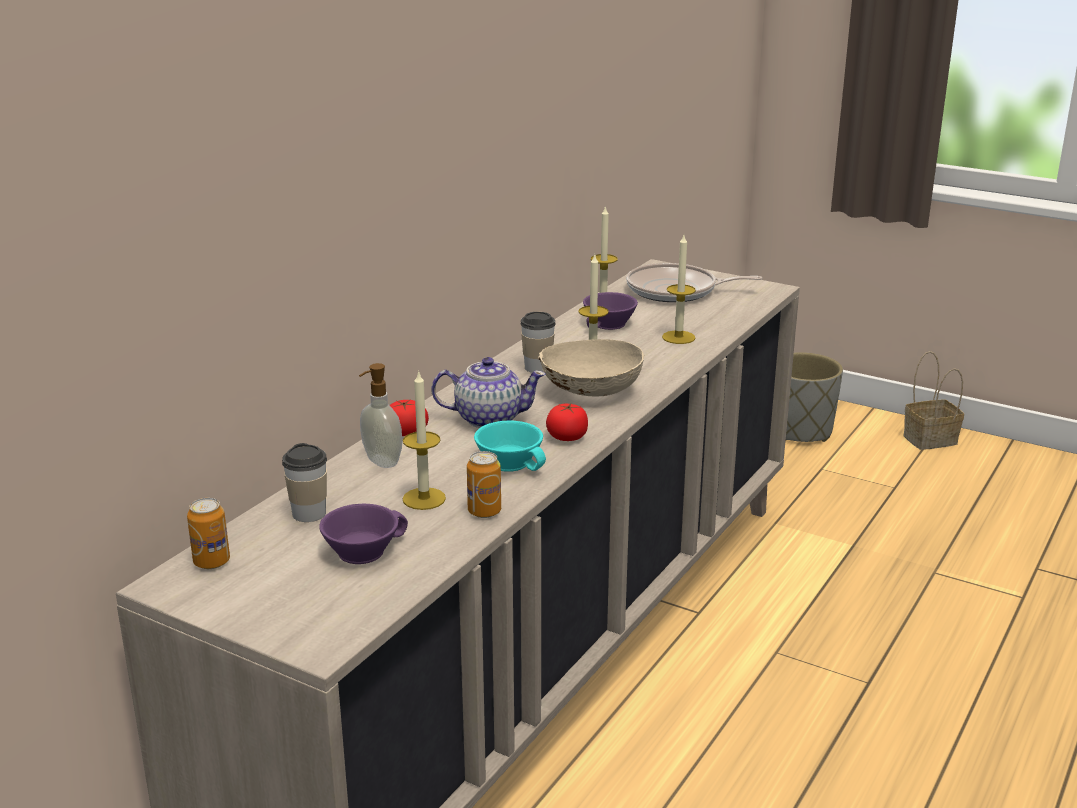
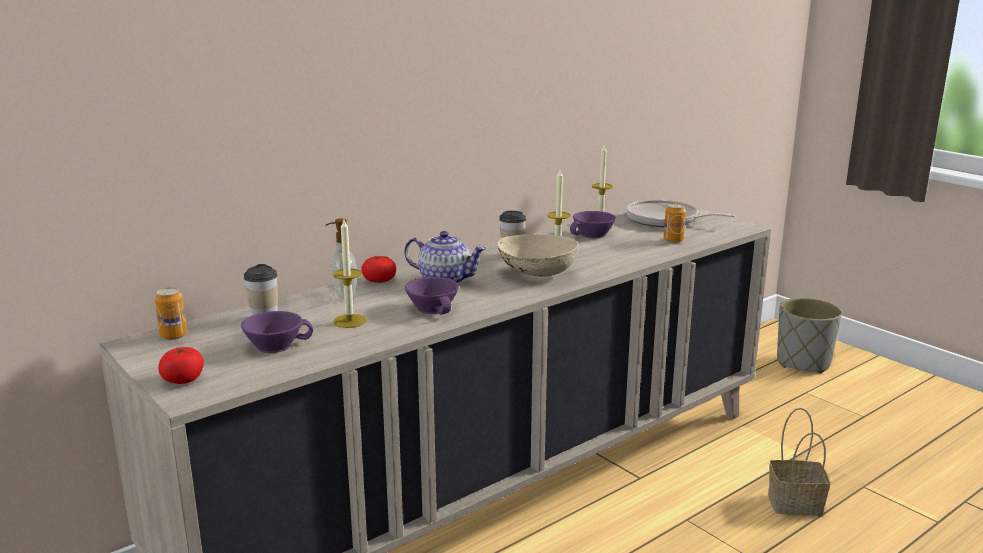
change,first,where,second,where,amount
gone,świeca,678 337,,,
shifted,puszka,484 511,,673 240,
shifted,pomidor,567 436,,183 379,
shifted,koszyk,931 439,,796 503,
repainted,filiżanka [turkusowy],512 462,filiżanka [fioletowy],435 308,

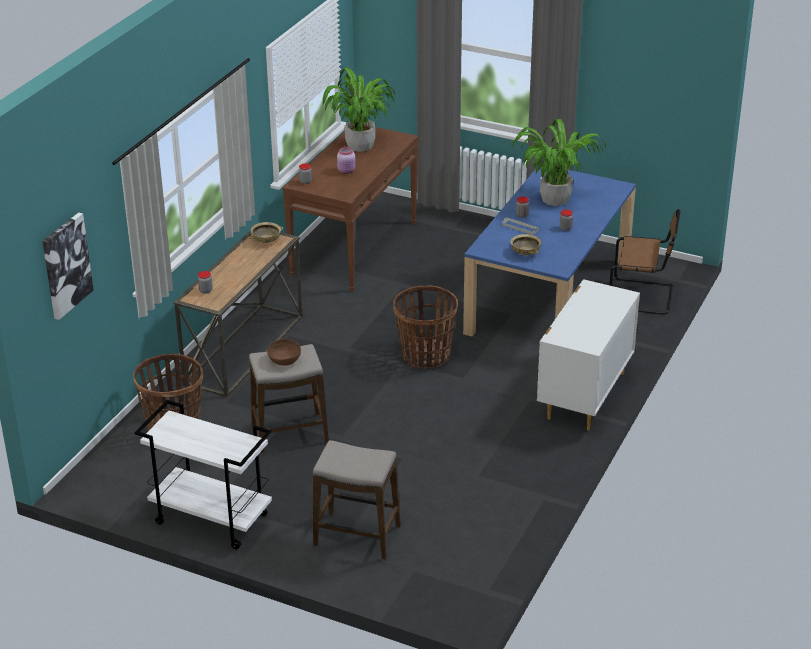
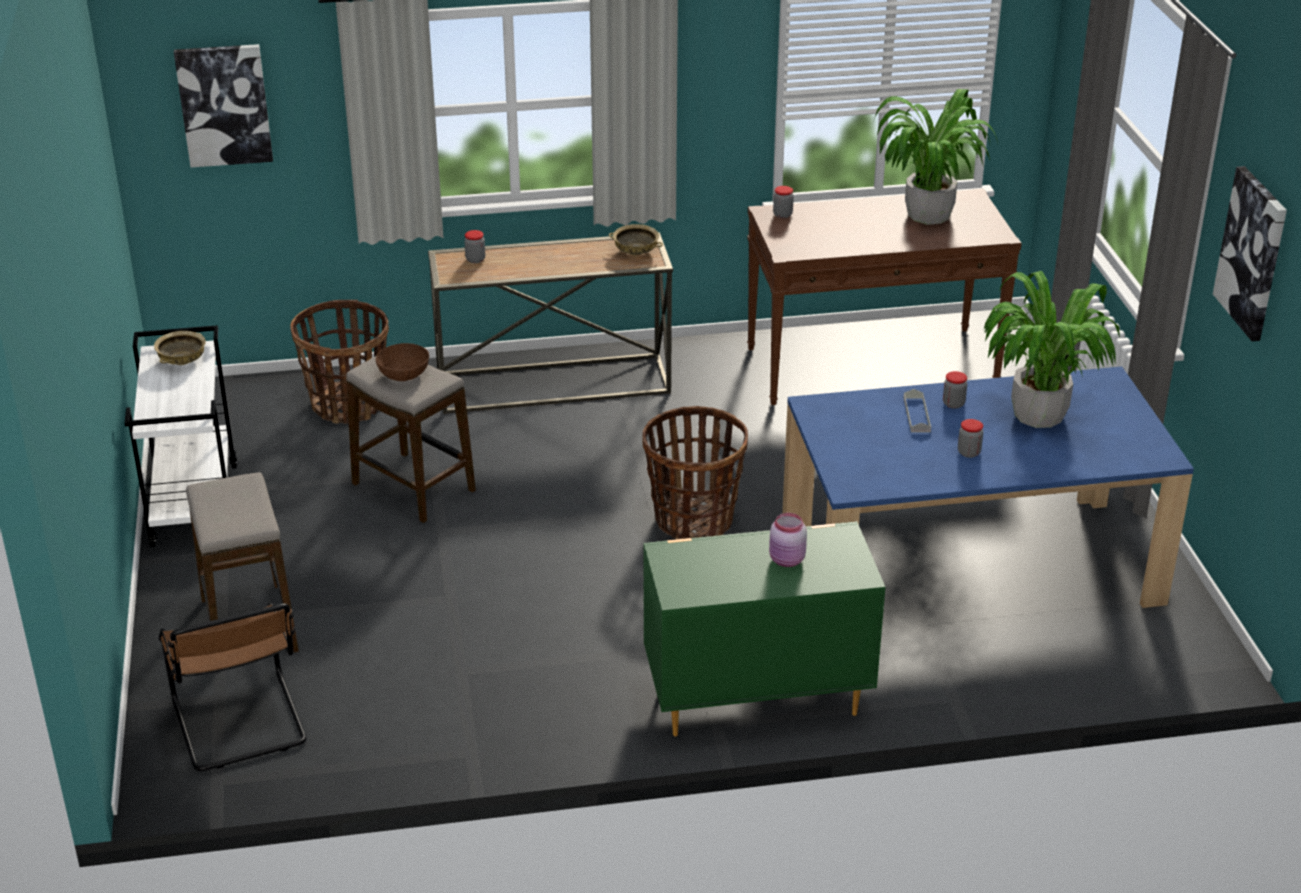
change,first,where,second,where,amount
new,,,obraz,1252 253,
shifted,słoik [różowy],347 171,,787 560,
shifted,miska [beżowy],525 252,,182 360,
shifted,krzesło [brązowy],643 297,,240 726,
repainted,komoda [biały],584 396,komoda [zielony],755 698,

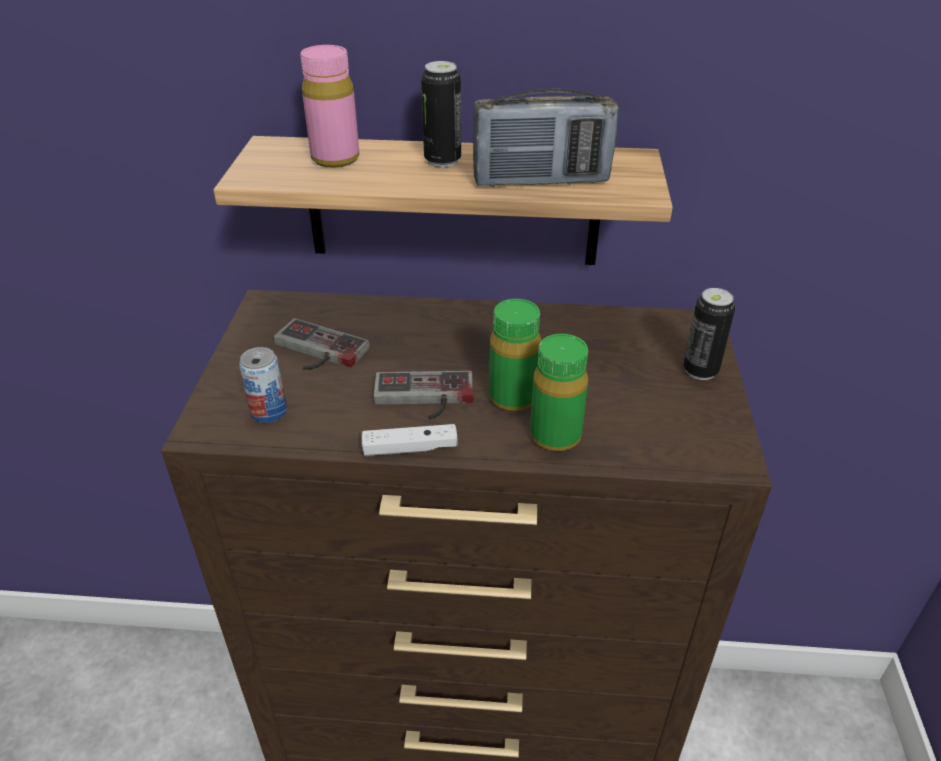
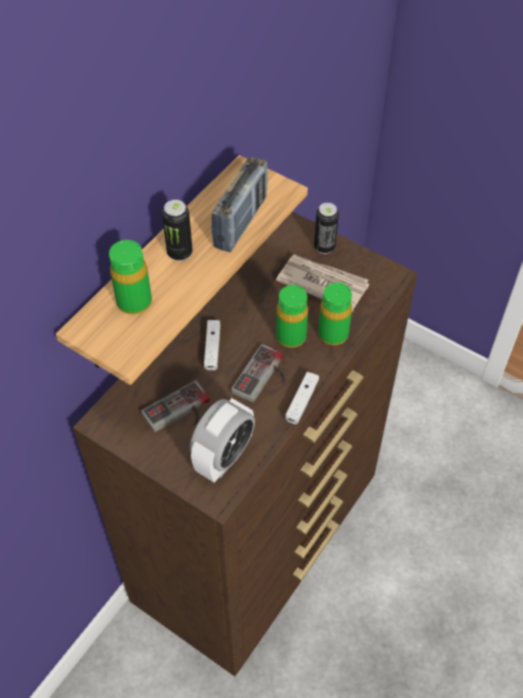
change,first,where,second,where,amount
new,,,pad do gier [biały],212 348,
new,,,gazeta,322 283,
swapped,puszka,268 411,budzik,224 457,
repainted,butelka [różowy],335 158,butelka [zielony],134 302,

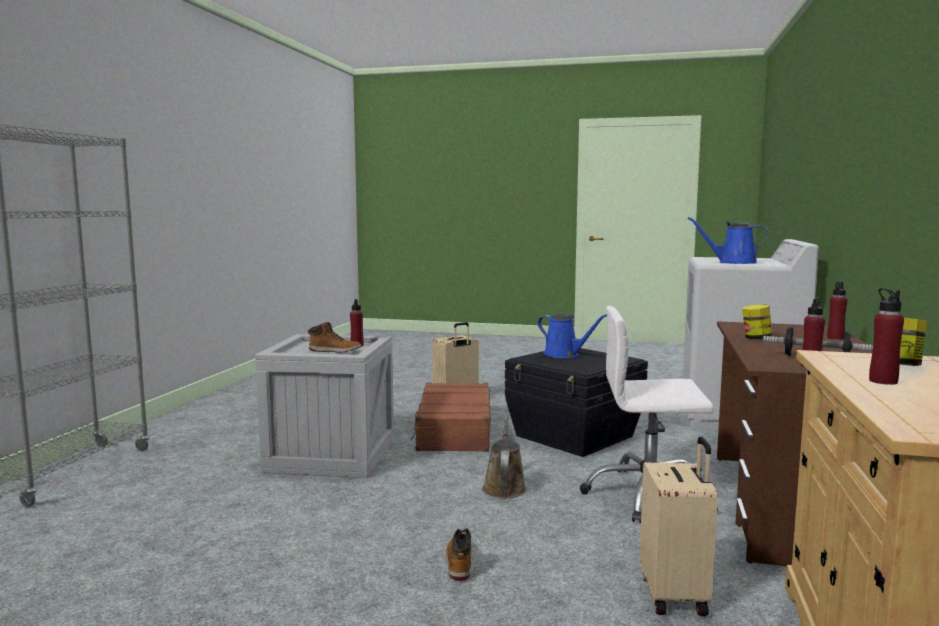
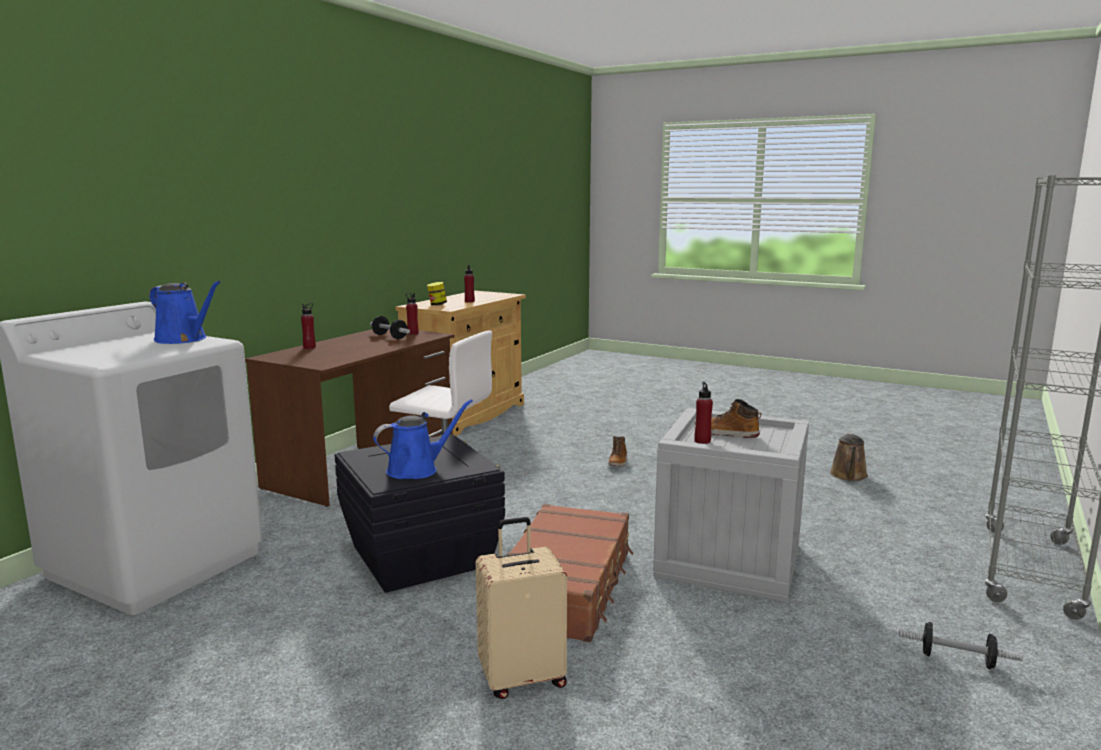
change,first,where,second,where,amount
gone,walizka [beżowy],675 595,,,
gone,słoik,756 338,,,
new,,,hantel,957 659,
shifted,konewka [brązowy],504 487,,848 476,
rotated,konewka [niebieski],564 354,,417 469,90 degrees clockwise

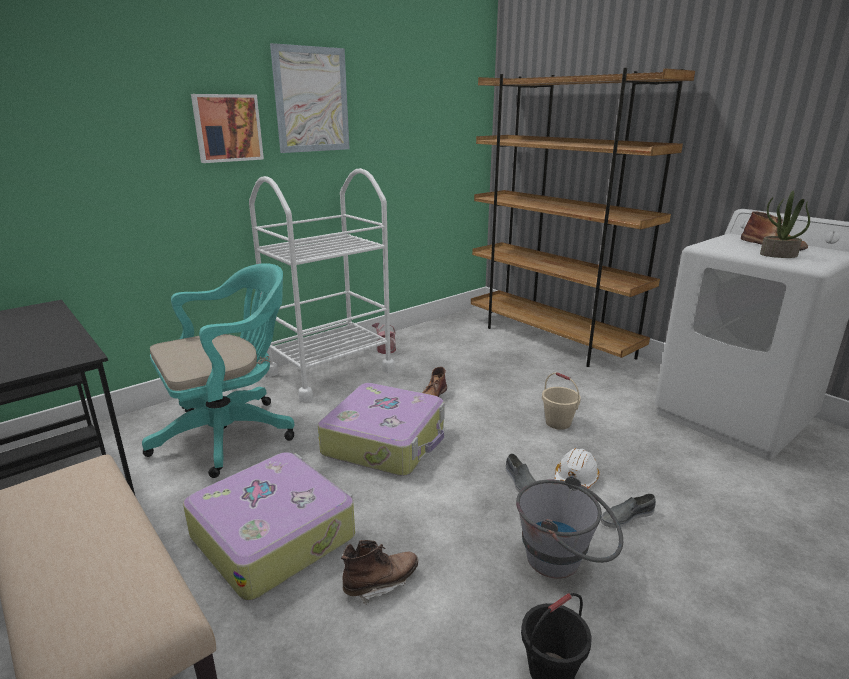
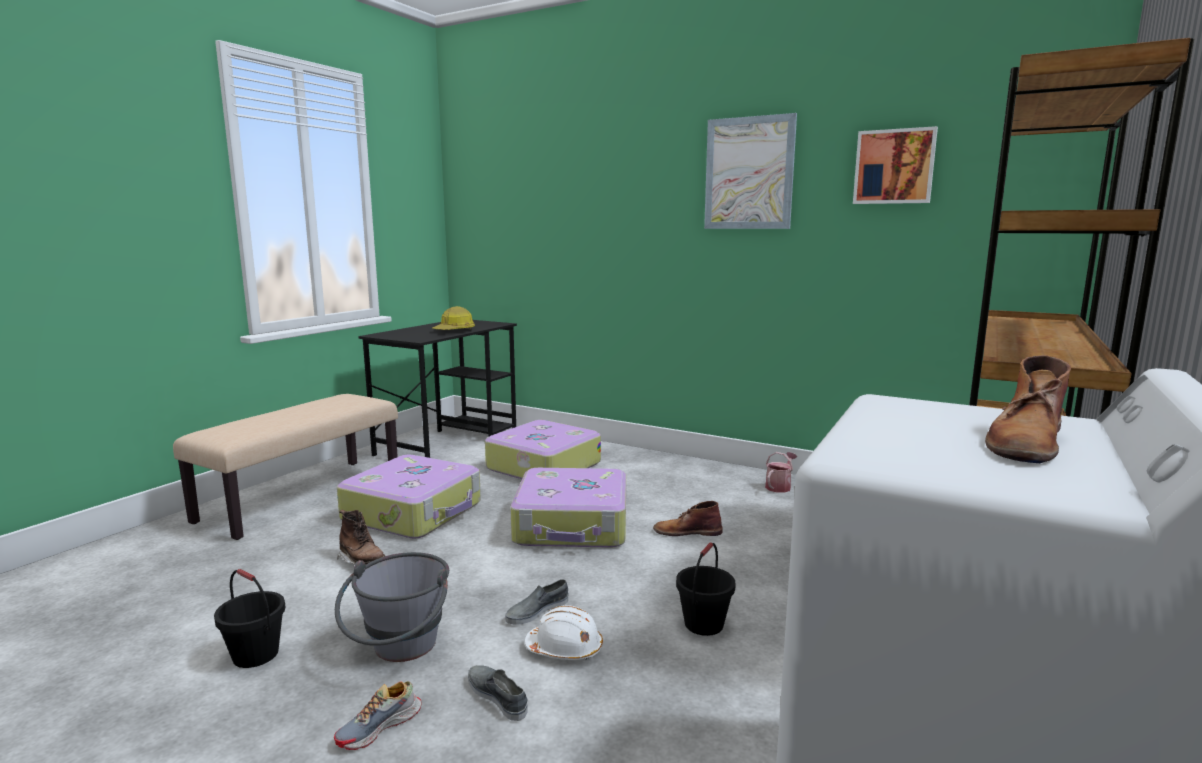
change,first,where,second,where,amount
gone,wózek [biały],330 372,,,
gone,roślina doniczkowa,778 255,,,
new,,,but,380 727,
new,,,kask,455 331,
shifted,obraz,227 128,,894 167,
swapped,krzesło biurowe [turkusowy],231 433,walizka,542 466,
repainted,wiadro [beżowy],558 423,wiadro [czarny],704 624,

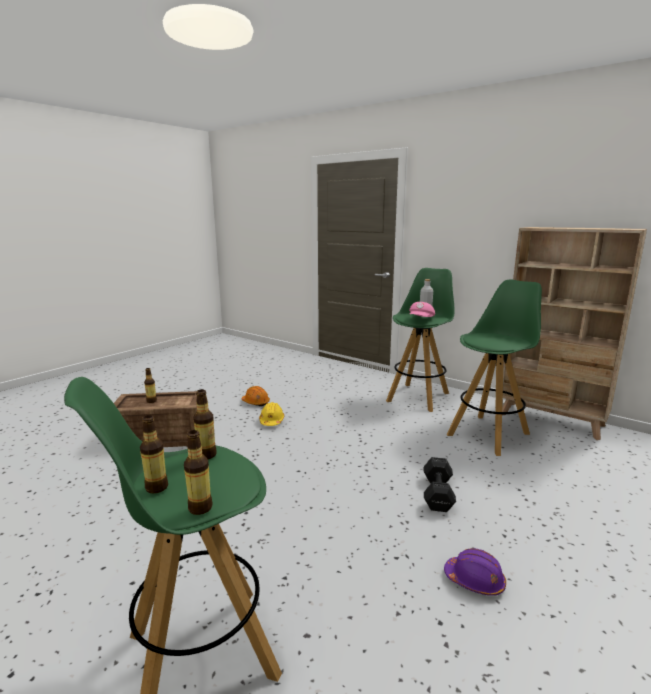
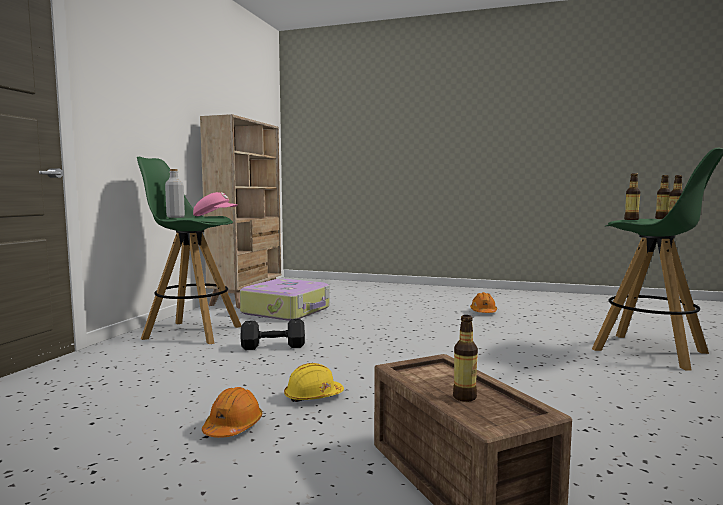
change,first,where,second,where,amount
shifted,hantel [czarny],438 493,,272 346,
swapped,stołek [zielony],489 434,walizka,287 310,
repainted,kask [fioletowy],475 580,kask [pomarańczowy],483 312,

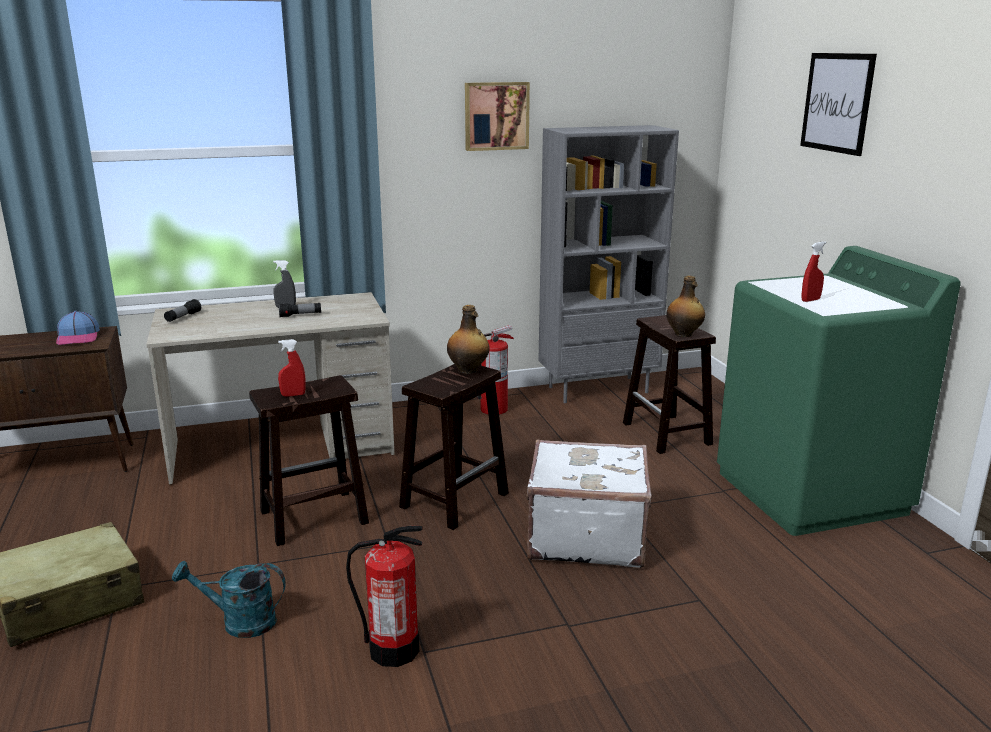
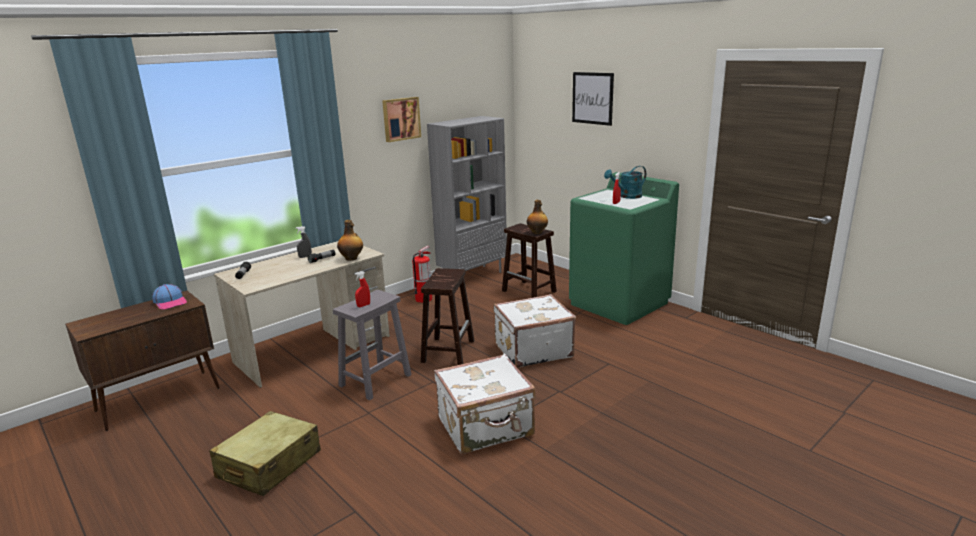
change,first,where,second,where,amount
shifted,konewka [turkusowy],239 622,,627 196,
shifted,butelka,468 370,,351 258,
swapped,gaśnica,393 649,walizka [biały],486 427,
repainted,stołek [brązowy],312 518,stołek [szary],374 381,

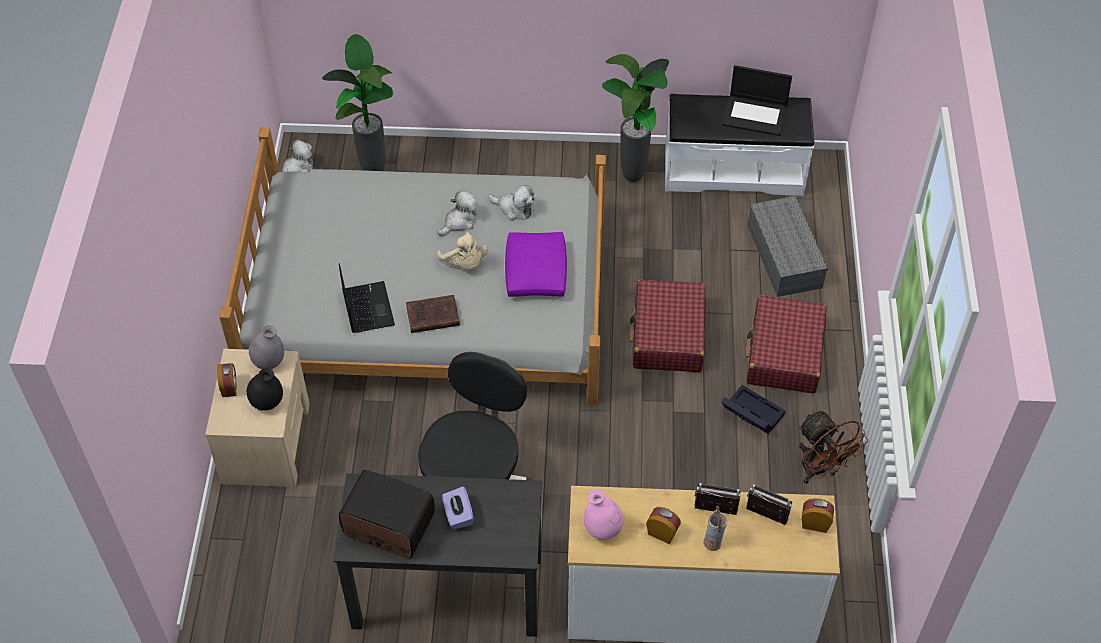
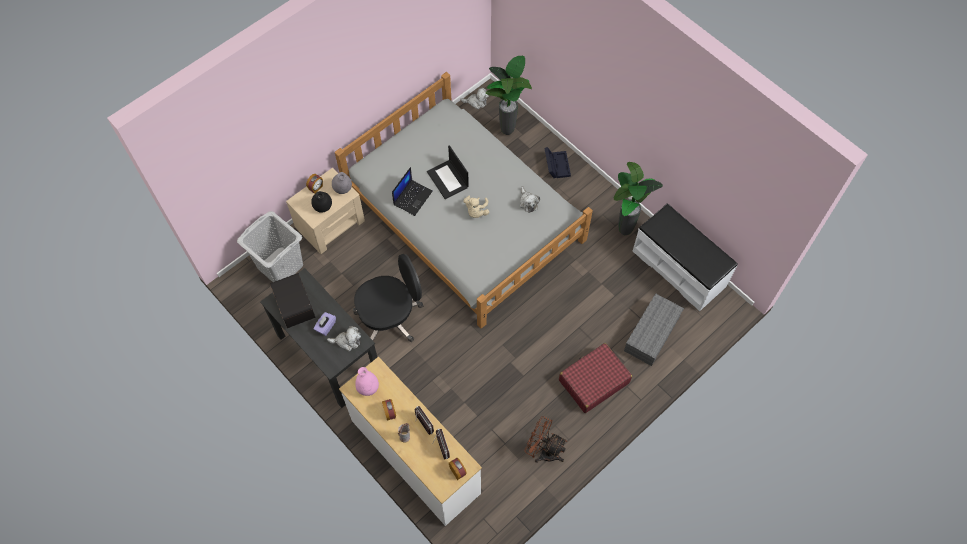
change,first,where,second,where,amount
gone,książka [brązowy],431 317,,,
gone,poduszka [fioletowy],535 271,,,
gone,walizka [czerwony],668 335,,,
new,,,kosz na pranie [szary],280 266,
shifted,pluszak,459 221,,347 341,
shifted,pojemnik do przechowywania [czarny],750 413,,556 165,
shifted,laptop,755 115,,448 179,
rotated,wentylator [brązowy],820 470,,544 451,105 degrees clockwise

